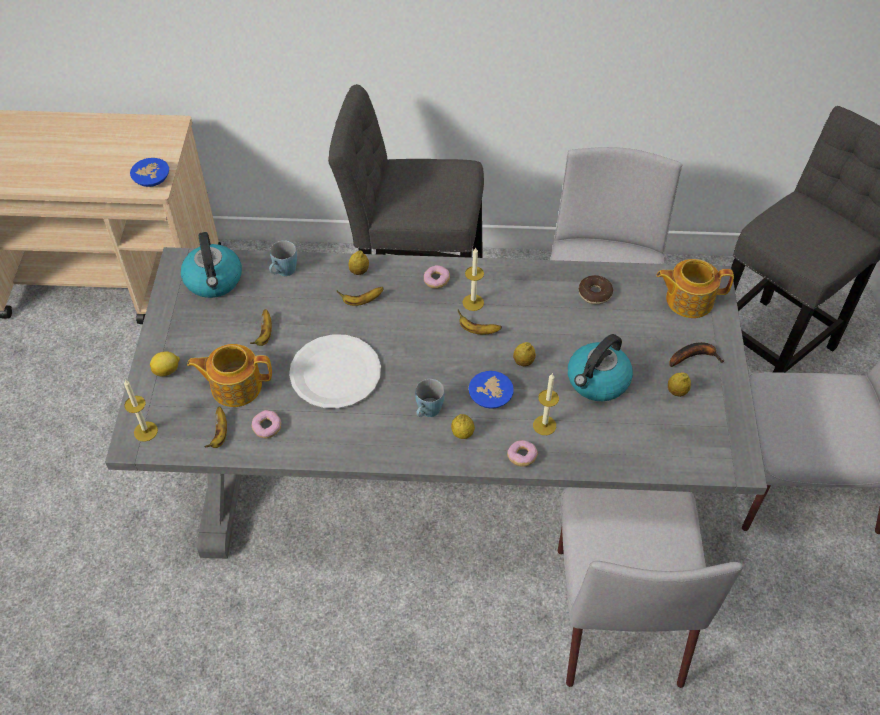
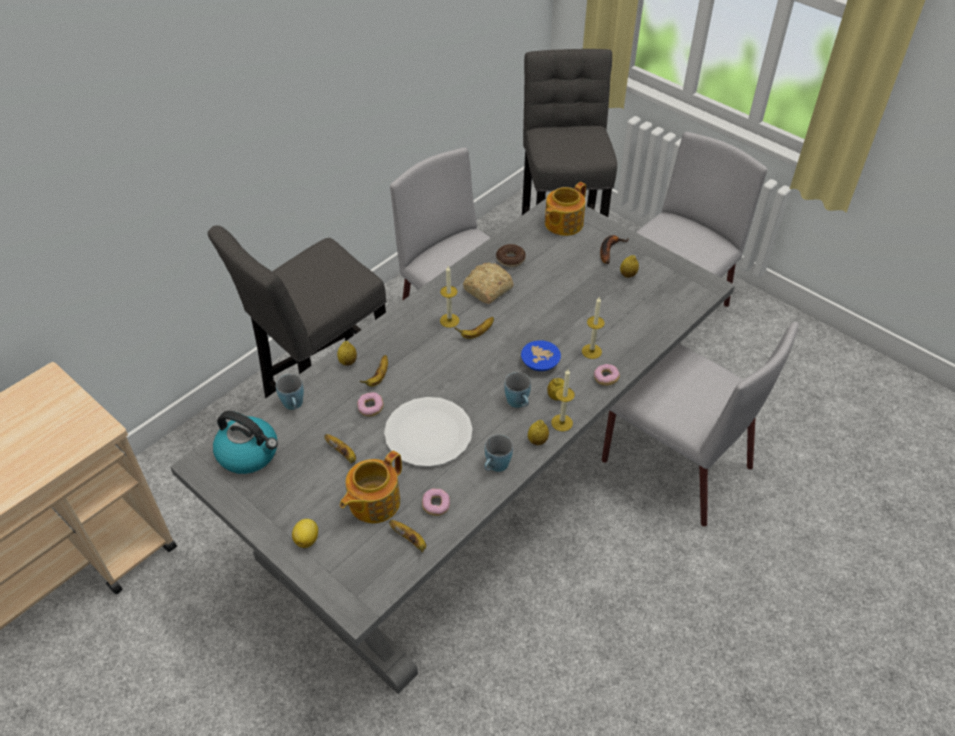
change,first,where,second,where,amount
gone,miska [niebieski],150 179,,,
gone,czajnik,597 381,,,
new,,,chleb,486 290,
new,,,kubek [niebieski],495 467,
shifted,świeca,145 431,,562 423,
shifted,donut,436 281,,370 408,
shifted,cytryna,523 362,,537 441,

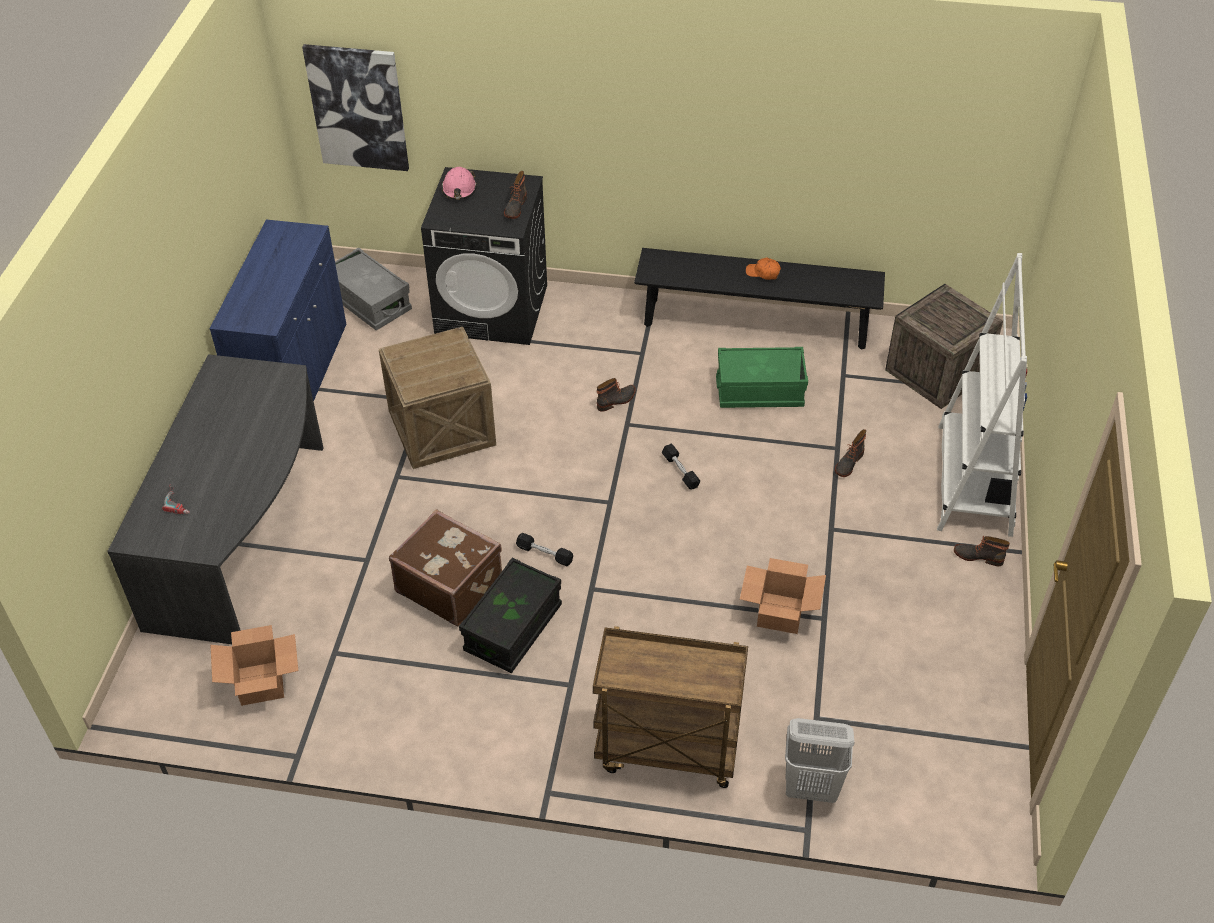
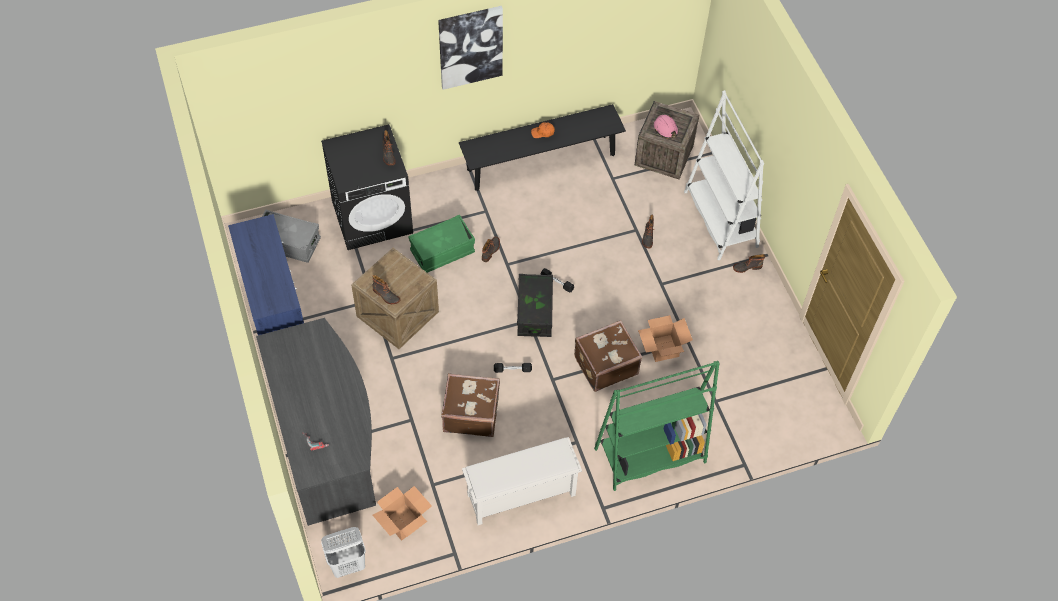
change,first,where,second,where,amount
new,,,but z cholewką,386 296,
new,,,regał na buty [biały],520 496,
new,,,walizka [brązowy],605 365,
shifted,obraz,358 107,,470 47,
shifted,kask [różowy],459 189,,666 129,
shifted,pojemnik do przechowywania [czarny],513 628,,534 312,
shifted,pojemnik do przechowywania [zielony],759 391,,442 251,
shifted,kosz na pranie [biały],812 787,,348 564,
swapped,wózek [brązowy],666 750,regał [zielony],649 455,

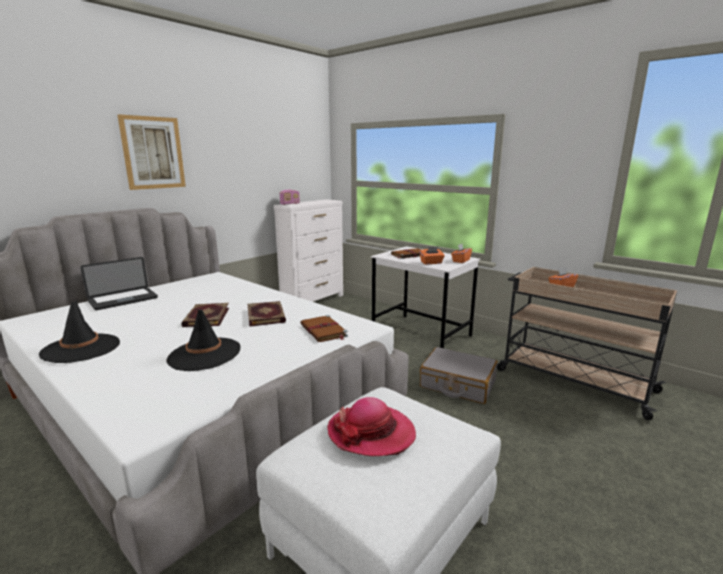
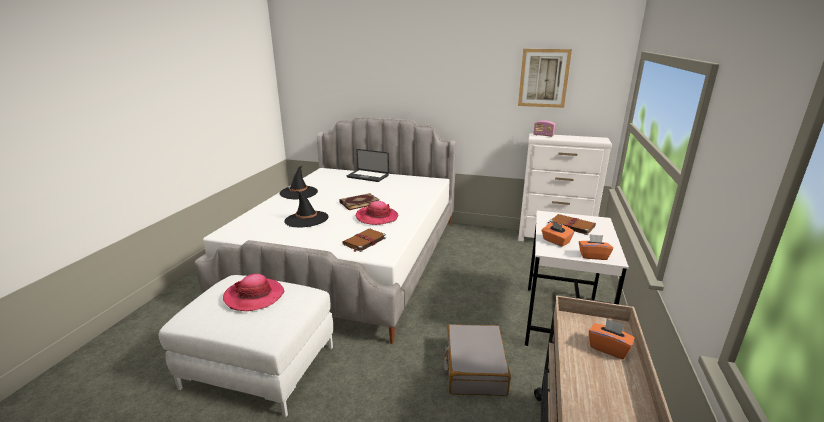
change,first,where,second,where,amount
shifted,obraz,153 153,,543 78,
swapped,książka,267 315,kapelusz,377 217,

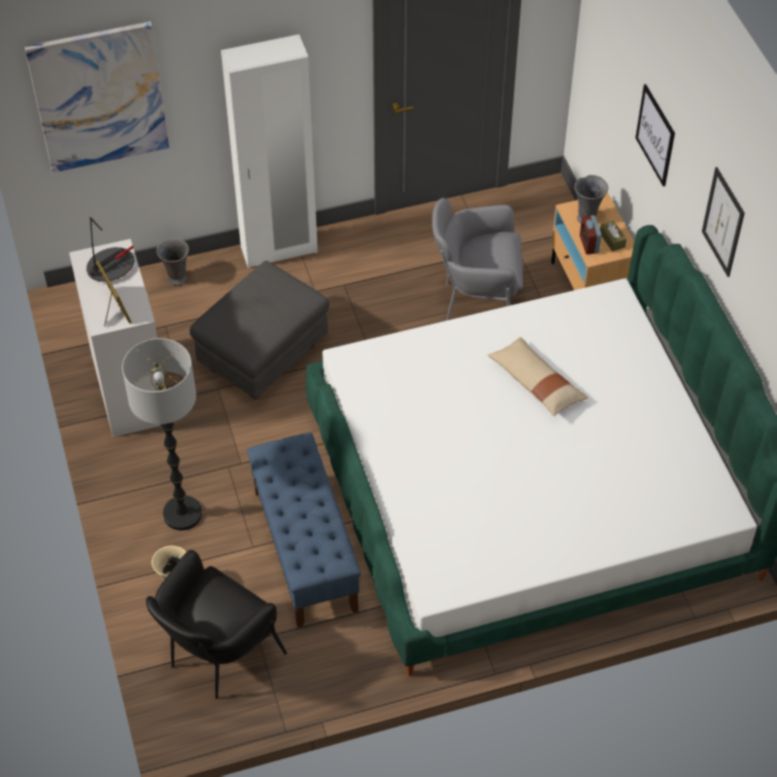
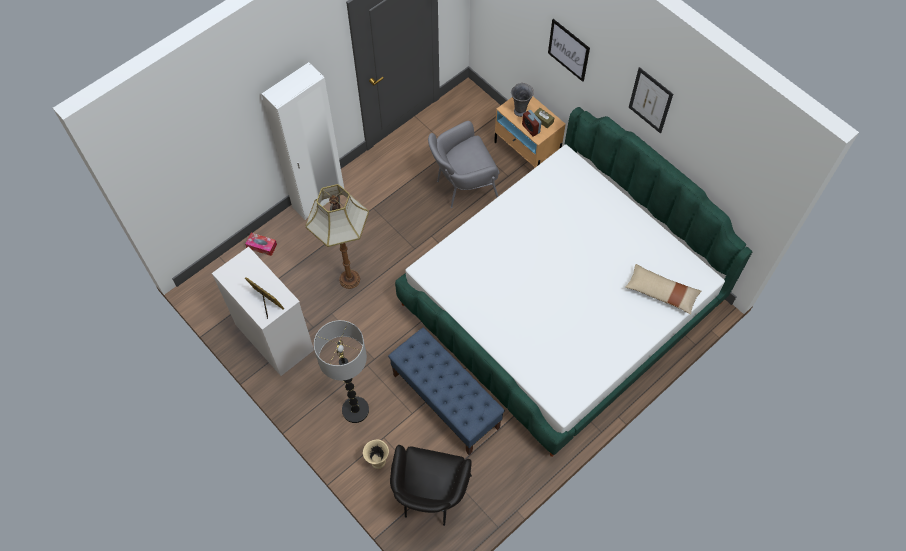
change,first,where,second,where,amount
gone,obraz,99 97,,,
gone,lampa stołowa,111 266,,,
shifted,poduszka [beżowy],536 383,,661 292,
swapped,wazon [szary],176 279,pudełko chusteczek,261 246,
swapped,pufa [szary],263 357,lampa stojąca,348 279,

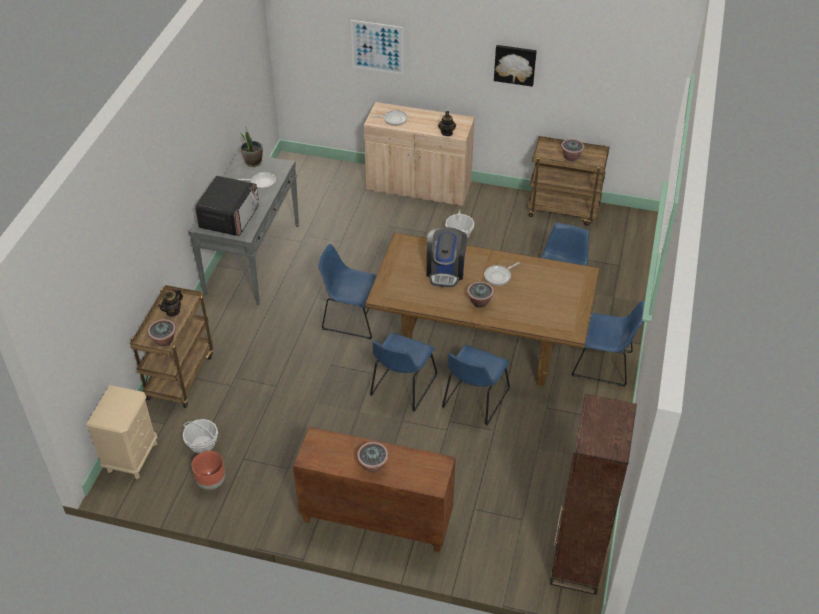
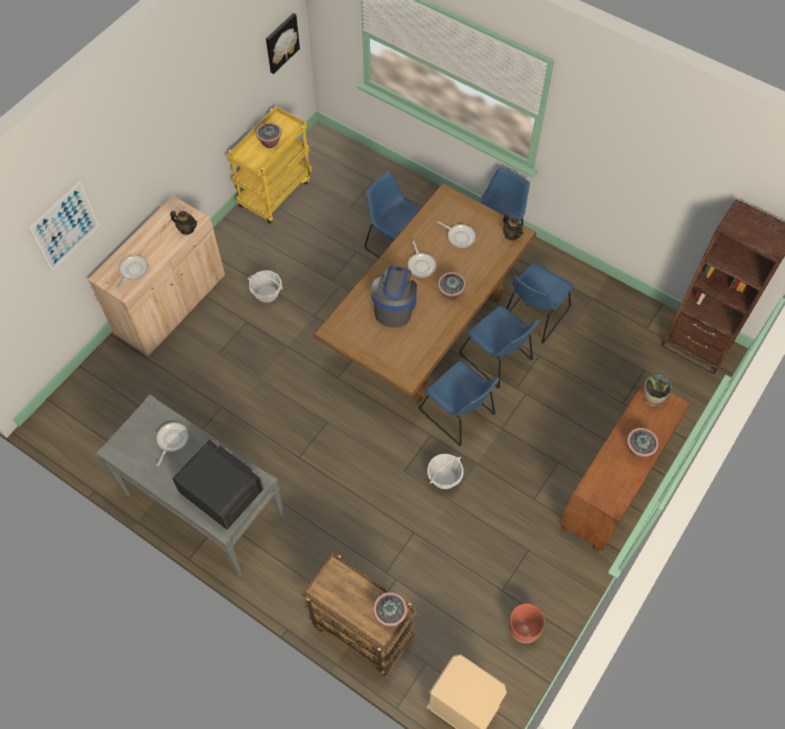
change,first,where,second,where,amount
new,,,patelnia,459 236,
shifted,imbryk,173 311,,511 235,
shifted,koszyk,202 444,,444 478,
shifted,roślina doniczkowa,253 162,,653 397,
shifted,krzesło [niebieski],350 317,,534 316,
shifted,obraz,515 64,,281 42,
repainted,wózek [brązowy],564 210,wózek [żółty],275 192,
rotated,ekspres do kawy,445 271,,394 307,105 degrees counterclockwise

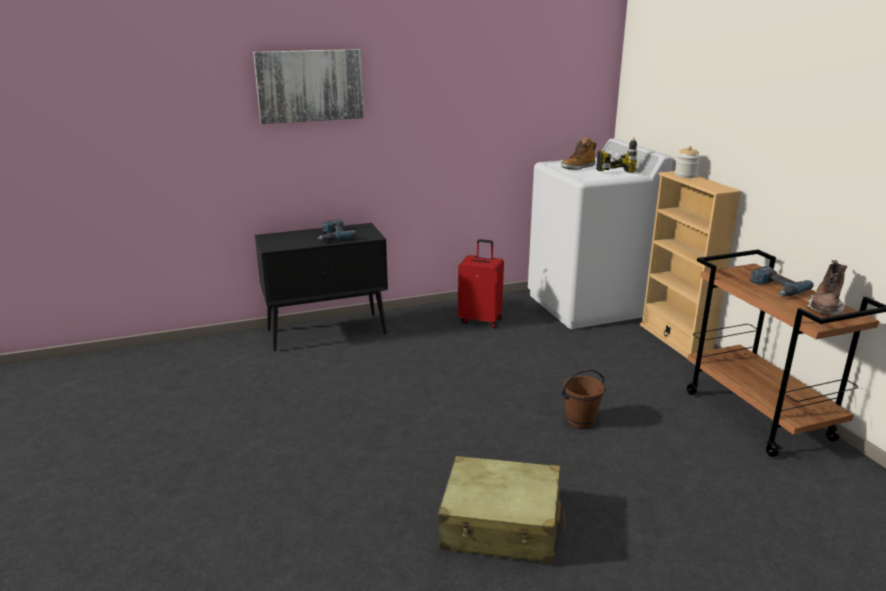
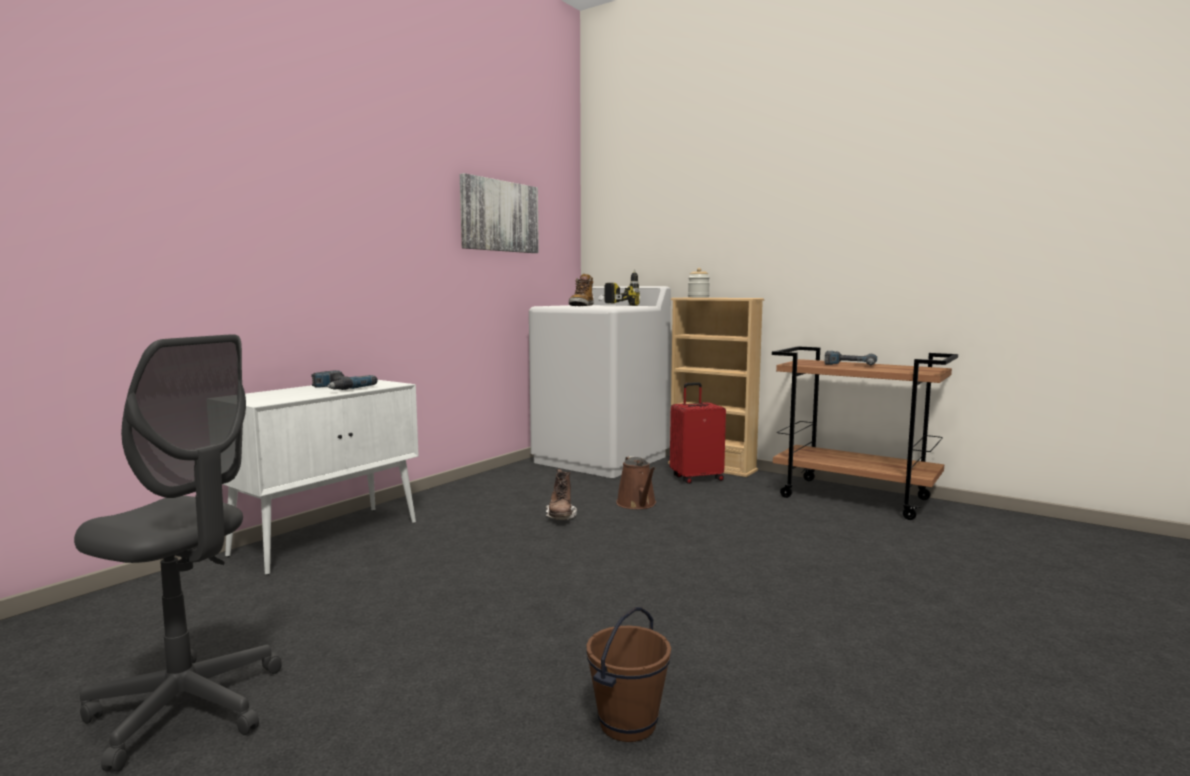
change,first,where,second,where,amount
gone,walizka [beżowy],501 525,,,
new,,,krzesło biurowe [szary],187 709,
new,,,konewka [brązowy],637 504,
shifted,obraz,310 85,,499 216,
shifted,walizka [czerwony],481 320,,696 478,
shifted,wiadro [brązowy],580 421,,628 724,
shifted,but z cholewką [brązowy],824 309,,561 516,
repainted,szafka [czarny],328 332,szafka [biały],328 538,

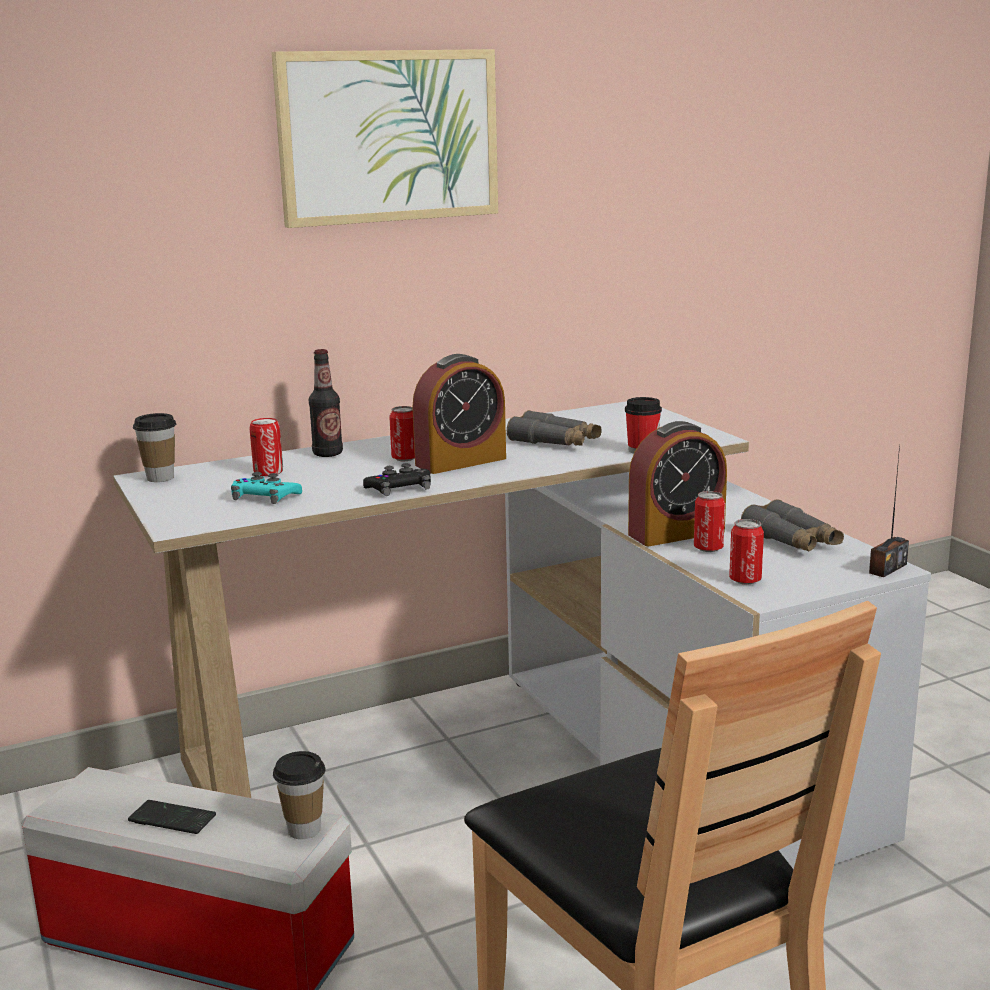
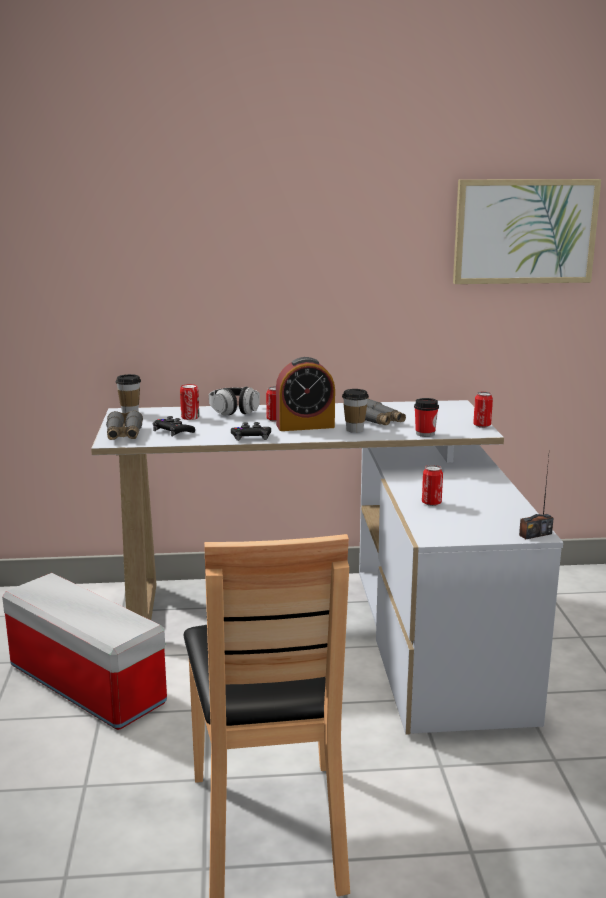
change,first,where,second,where,amount
gone,telefon,172 819,,,
gone,budzik,676 533,,,
shifted,obraz,388 136,,524 231,
shifted,filiżanka,304 830,,354 430,
shifted,puszka,745 580,,482 425,
shifted,lornetka [szary],792 540,,124 435,
swapped,butelka,327 454,słuchawki,234 411,
repainted,pad do gier [turkusowy],265 497,pad do gier [czarny],173 432,

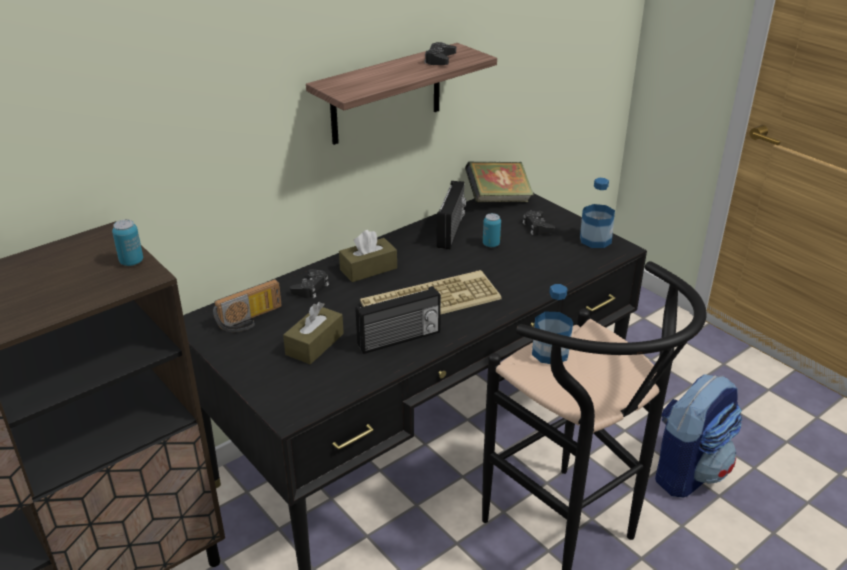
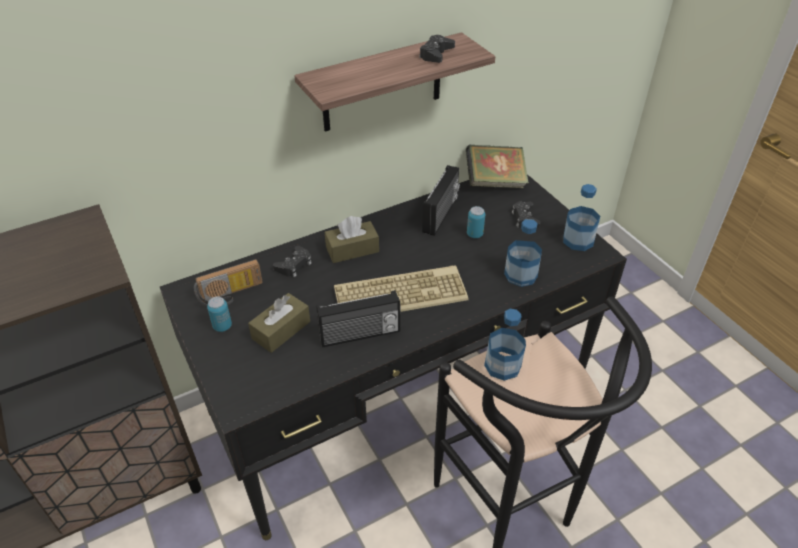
change,first,where,second,where,amount
gone,plecak,688 471,,,
new,,,butelka,520 275,
shifted,puszka,131 262,,222 326,

